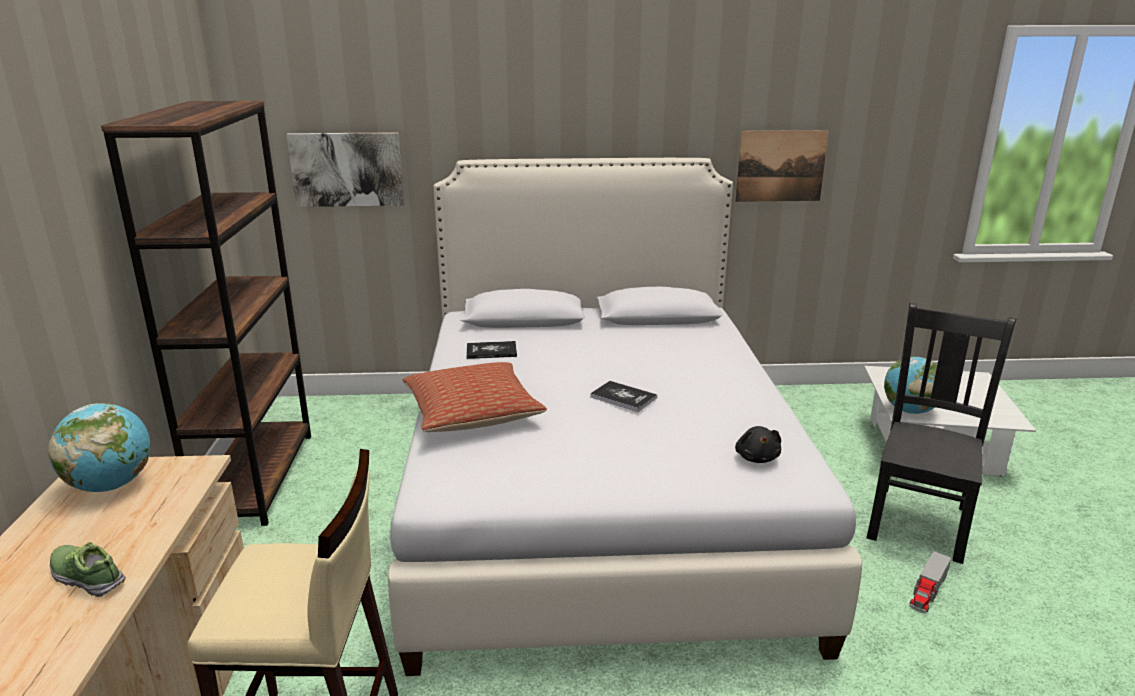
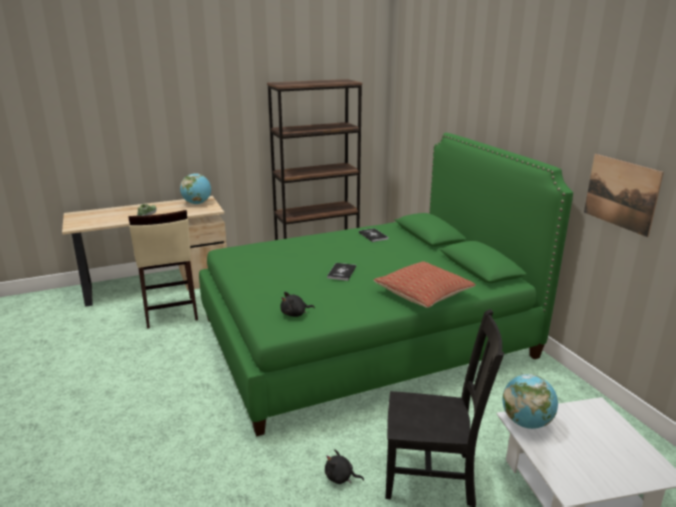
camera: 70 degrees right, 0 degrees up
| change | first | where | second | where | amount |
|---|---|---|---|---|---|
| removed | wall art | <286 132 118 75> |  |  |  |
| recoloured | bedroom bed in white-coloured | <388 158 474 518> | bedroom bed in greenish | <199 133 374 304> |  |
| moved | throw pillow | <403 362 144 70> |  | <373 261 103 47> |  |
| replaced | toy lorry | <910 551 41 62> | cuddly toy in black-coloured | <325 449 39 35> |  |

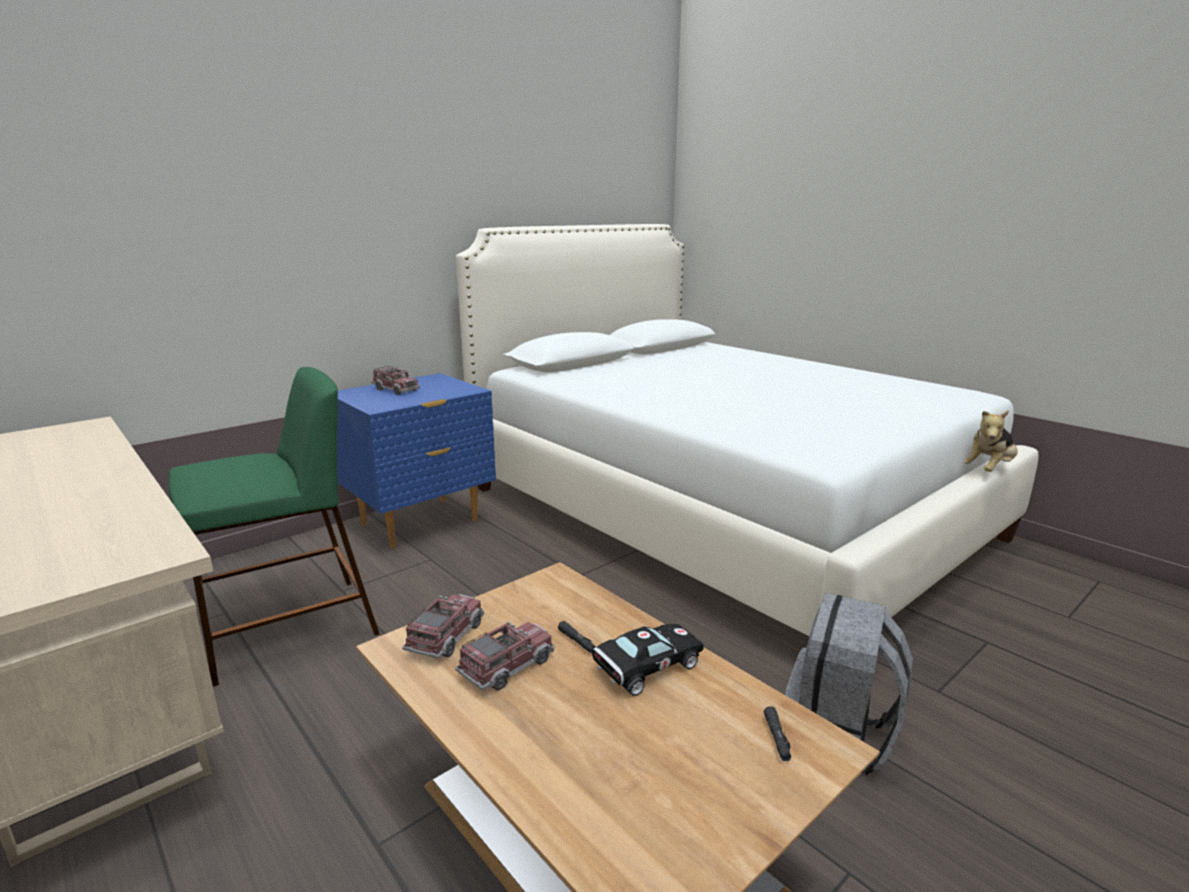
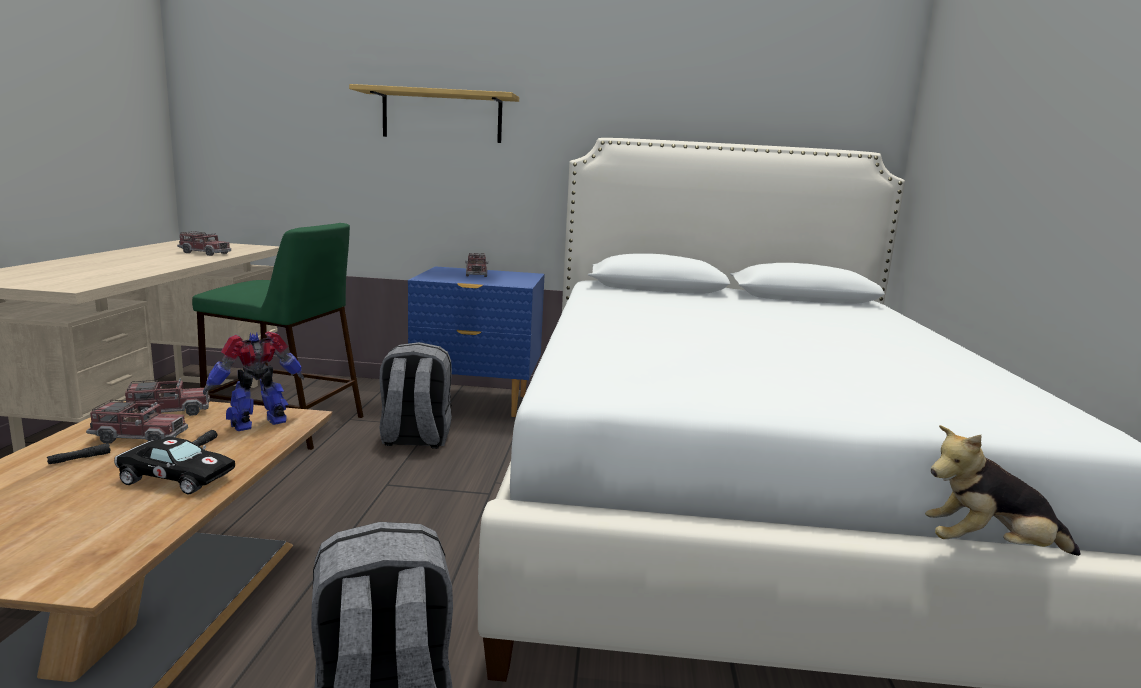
camera: 45 degrees right, 5 degrees down
| change | first | where | second | where | amount |
|---|---|---|---|---|---|
| moved | torch in black-coloured | <764 706 27 55> |  | <47 443 64 21> |  |
| added |  |  | shelf | <349 84 170 59> |  |
| added |  |  | toy lorry | <177 231 54 25> |  |
| added |  |  | toy robot | <203 331 101 100> |  |
| added |  |  | rucksack in gray | <379 342 73 107> |  |

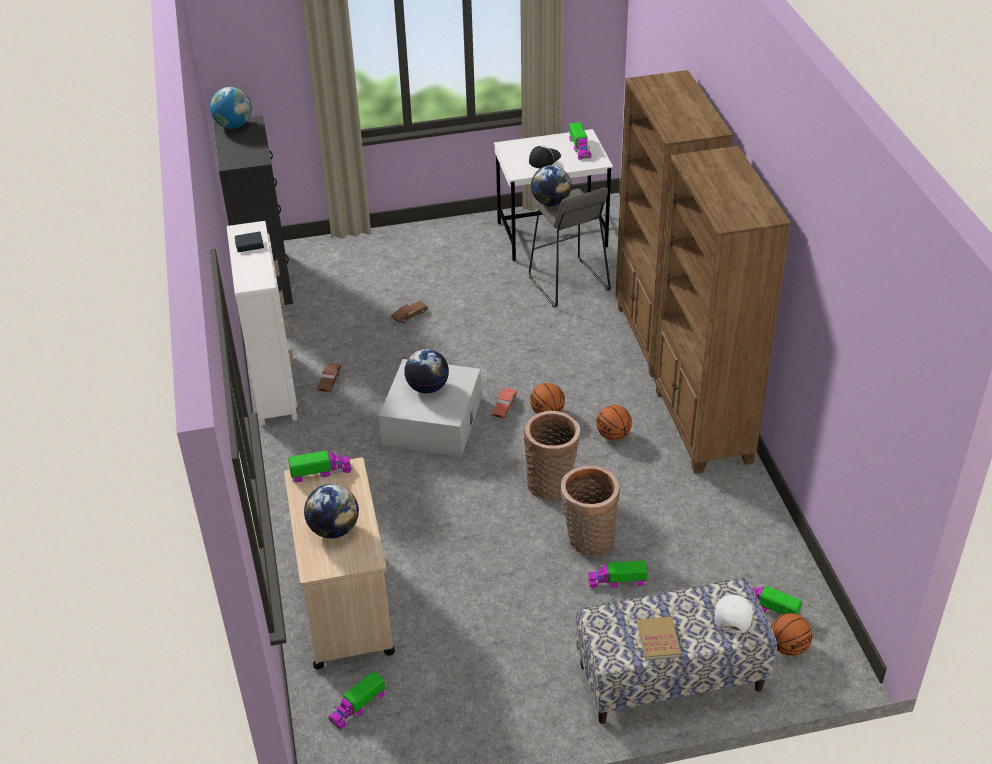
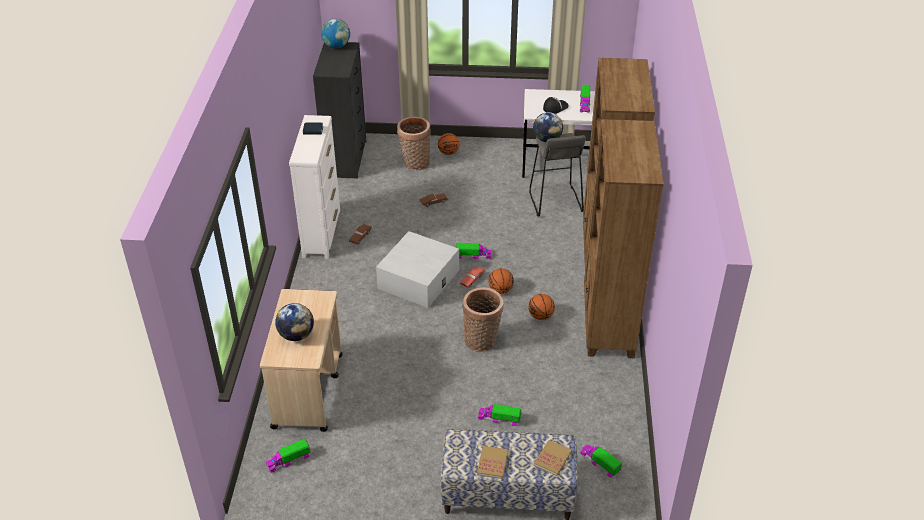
camera: 15 degrees right, 0 degrees up
| change | first | where | second | where | amount |
|---|---|---|---|---|---|
| removed | world globe | <404 349 45 45> |  |  |  |
| moved | toy lorry | <288 451 64 31> |  | <456 243 35 16> |  |
| moved | household basket | <560 465 60 91> |  | <397 117 34 53> |  |
| replaced | cap in white-coloured | <714 595 39 38> | book | <534 440 38 36> |  |
| moved | basketball | <771 613 41 43> |  | <438 133 21 22> |  |

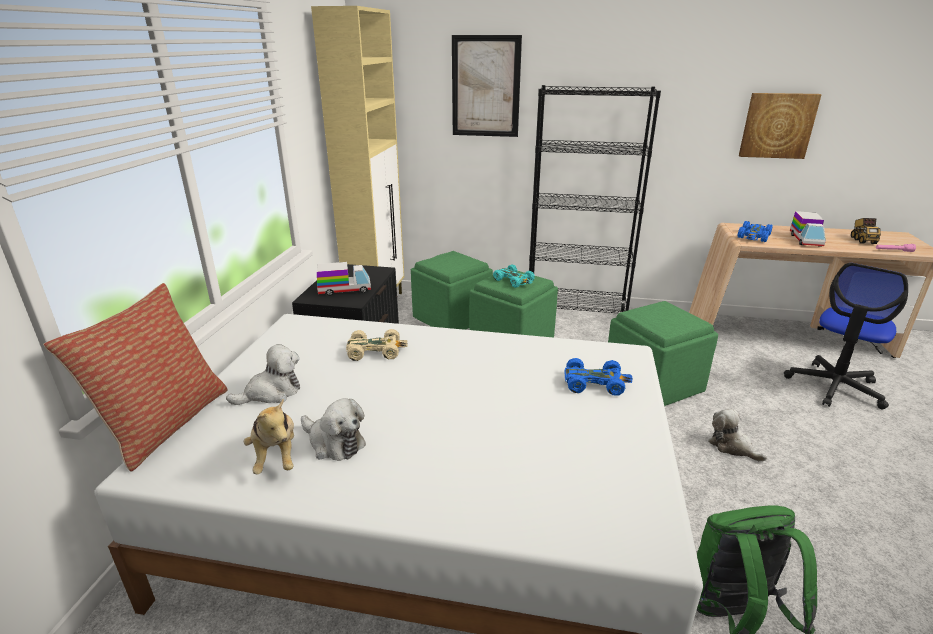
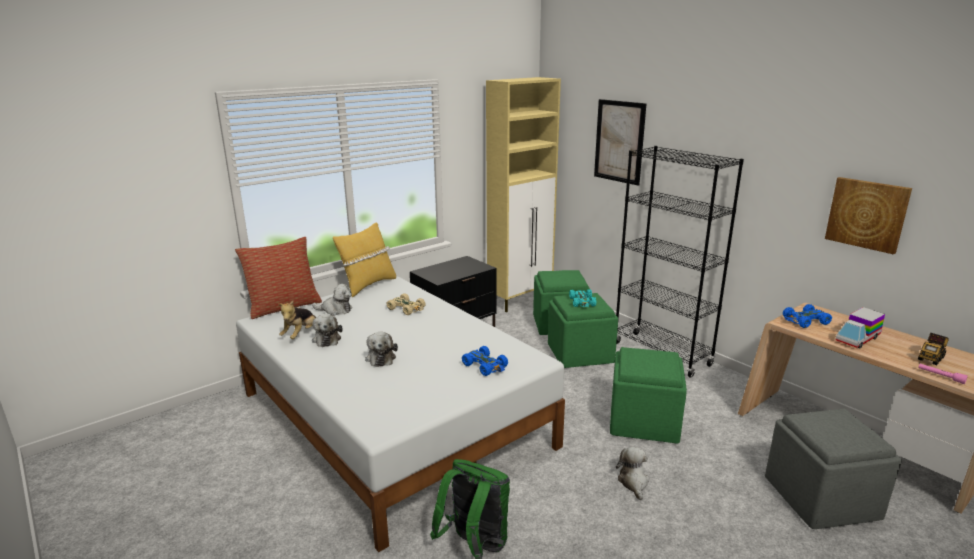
camera: 40 degrees right, 5 degrees down
| change | first | where | second | where | amount |
|---|---|---|---|---|---|
| removed | toy lorry | <317 262 54 34> |  |  |  |
| replaced | computer chair | <784 263 124 146> | footrest in gray | <765 408 137 121> |  |
| added |  |  | throw pillow in yellow | <333 222 63 75> |  |
| added |  |  | cuddly toy | <365 332 33 35> |  |

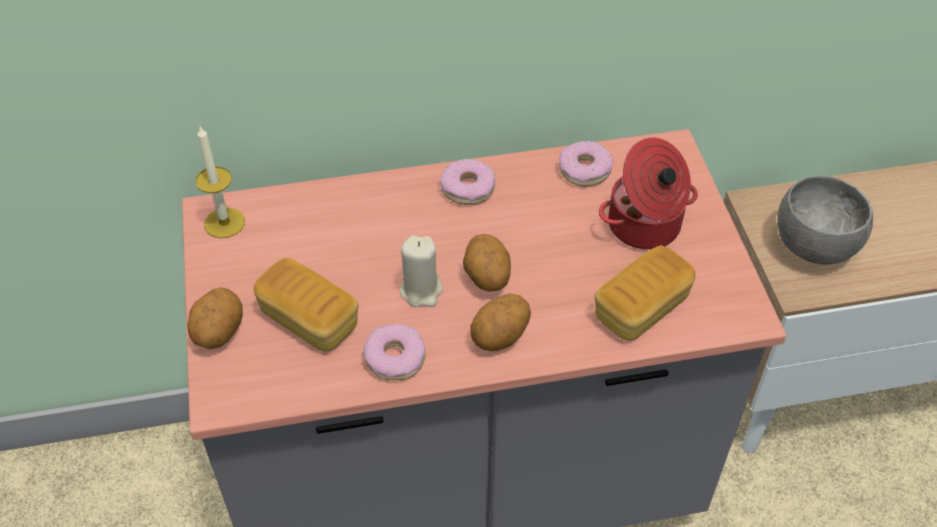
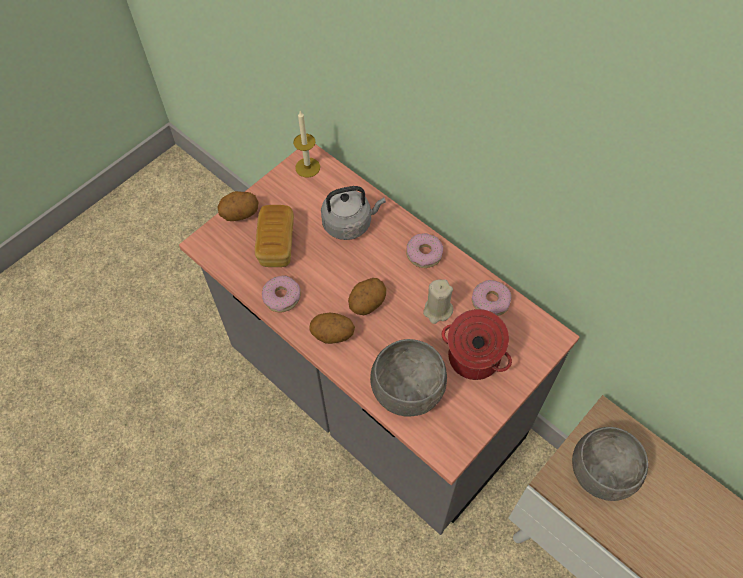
camera: 55 degrees right, 10 degrees up
| change | first | where | second | where | amount |
|---|---|---|---|---|---|
| moved | wax light in sand-coloured | <400 236 43 71> |  | <423 279 31 45> |  |
| replaced | bread | <595 245 101 96> | bowl in gray | <370 339 77 78> |  |
| added |  |  | tea kettle in gray | <321 186 65 54> |  |

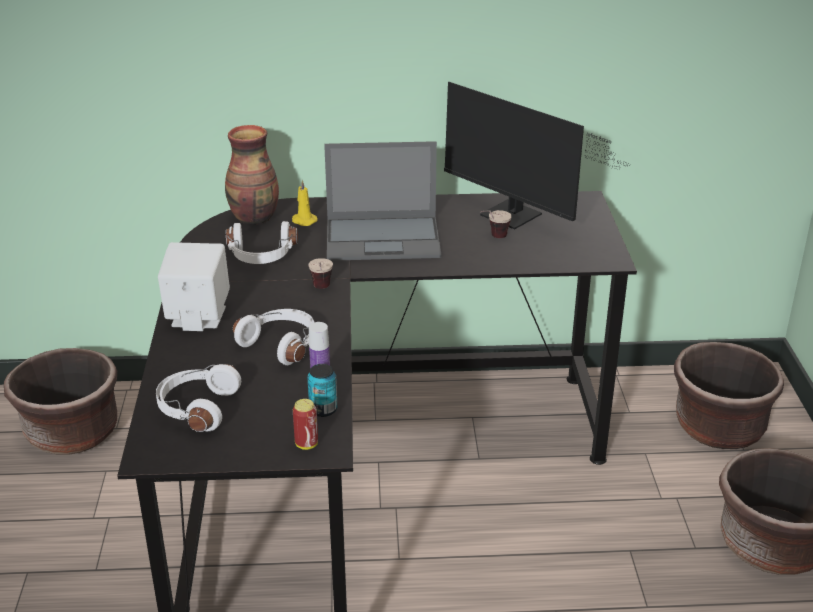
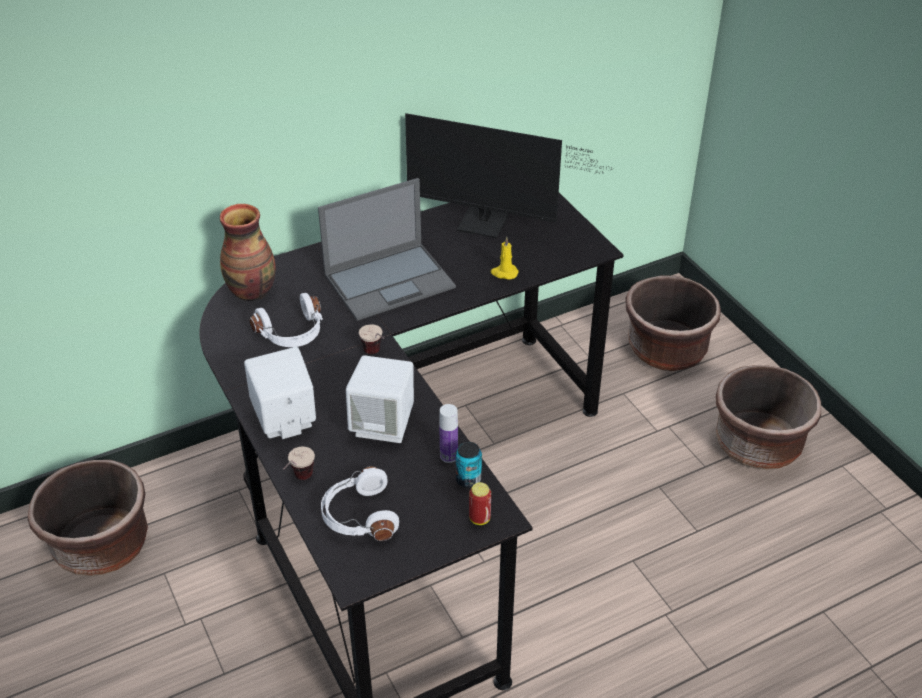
camera: 25 degrees left, 10 degrees up
| change | first | where | second | where | amount |
|---|---|---|---|---|---|
| moved | wax light in yellow | <292 180 26 46> |  | <491 237 28 43> |  |
| moved | cup | <480 210 32 28> |  | <283 447 32 33> |  |
| replaced | pair of headphones in white-coloured | <233 309 81 56> | loudspeaker in white-coloured | <346 355 68 88> |  |

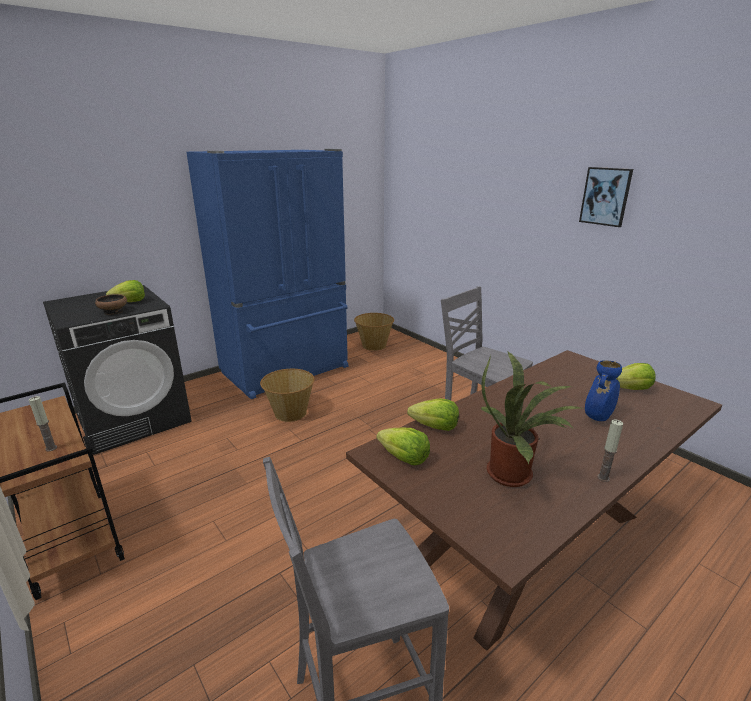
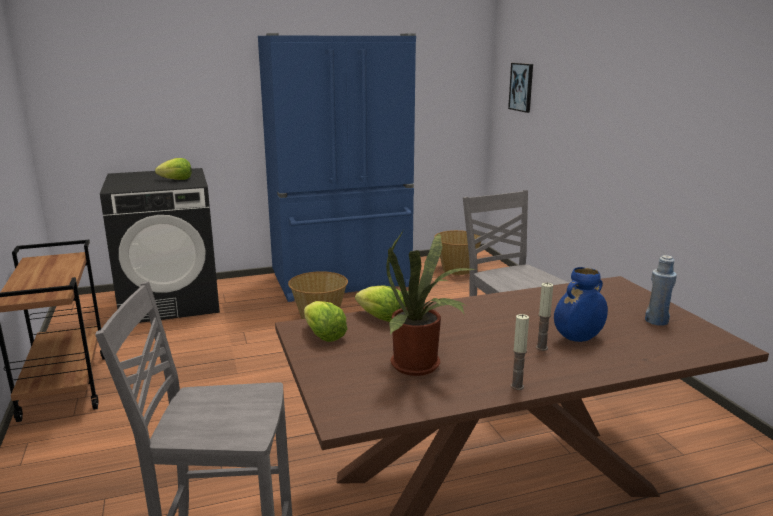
camera: 20 degrees right, 5 degrees down
| change | first | where | second | where | amount |
|---|---|---|---|---|---|
| moved | wall art | <579 167 54 60> |  | <508 63 25 50> |  |
| removed | bowl | <95 294 32 21> |  |  |  |
| replaced | lettuce head | <616 363 40 27> | beverage bottle in bluish | <645 255 32 71> |  |
| moved | wax light | <29 396 28 55> |  | <536 283 17 68> |  |

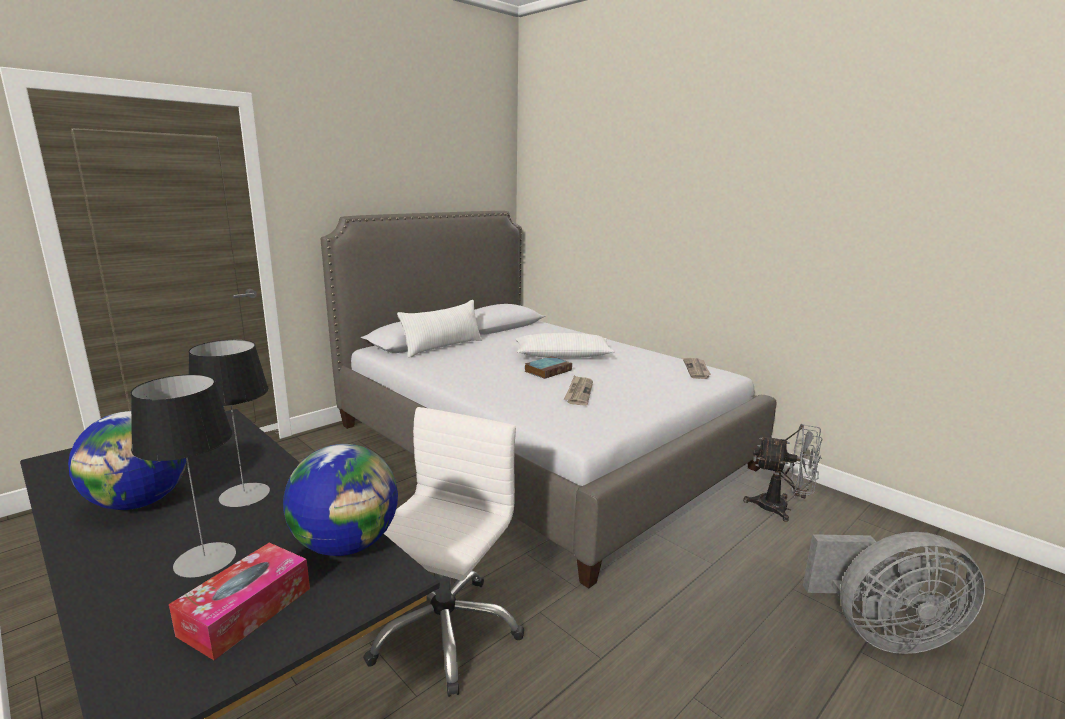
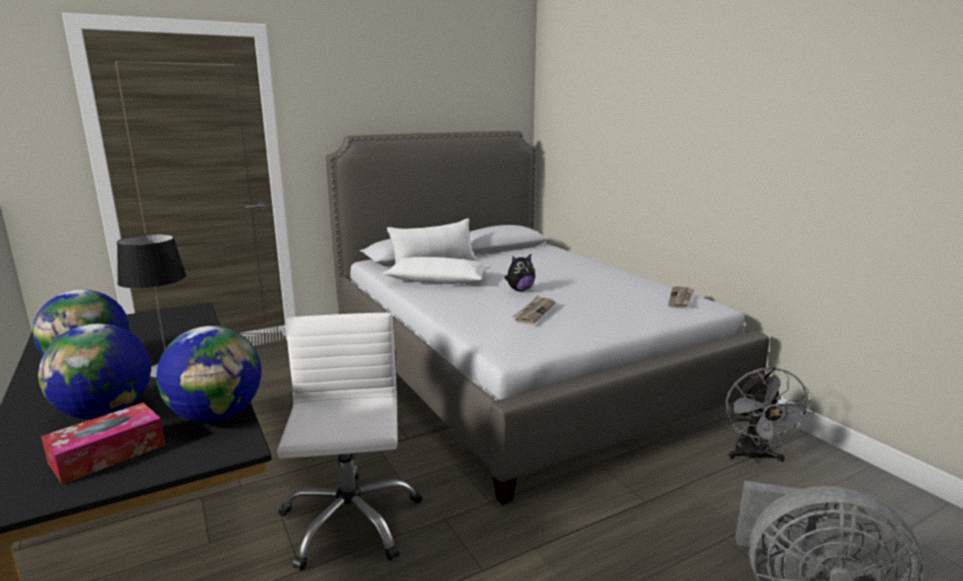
camera: 15 degrees right, 0 degrees up
| change | first | where | second | where | amount |
|---|---|---|---|---|---|
| moved | throw pillow in white-coloured | <515 333 100 25> |  | <382 257 109 27> |  |
| replaced | book | <524 356 48 23> | cuddly toy | <504 253 31 38> |  |
| replaced | tabletop lamp | <131 374 105 204> | world globe | <38 323 113 96> |  |
| turned | computer chair in white-coloured | <363 407 161 290> |  | <277 313 145 258> | 45 degrees counterclockwise |
| turned | fan in gray | <743 424 79 98> |  | <726 367 89 96> | 60 degrees clockwise |

